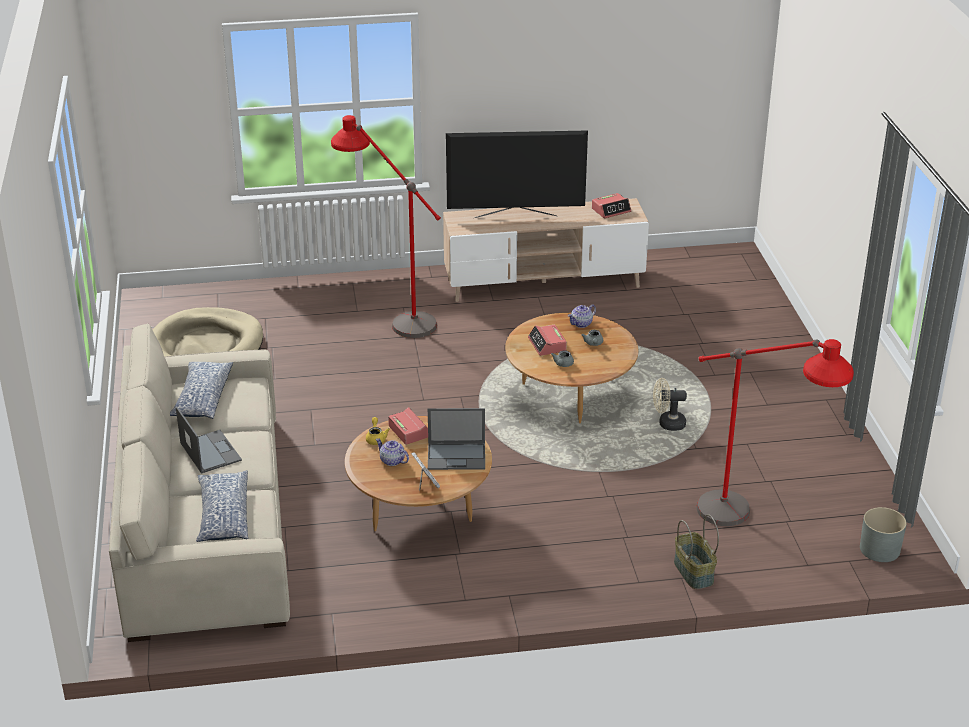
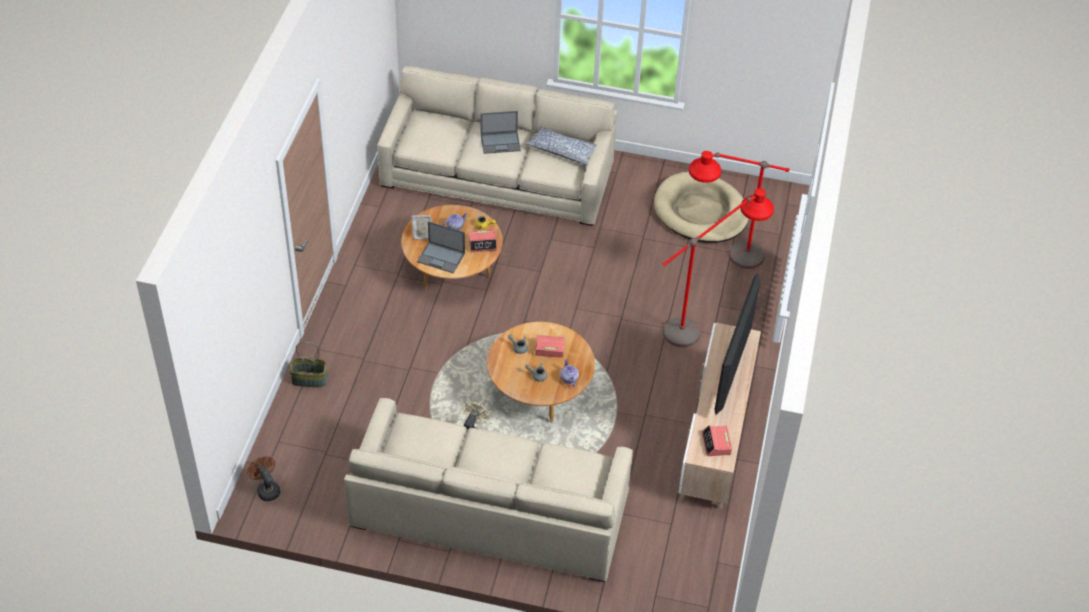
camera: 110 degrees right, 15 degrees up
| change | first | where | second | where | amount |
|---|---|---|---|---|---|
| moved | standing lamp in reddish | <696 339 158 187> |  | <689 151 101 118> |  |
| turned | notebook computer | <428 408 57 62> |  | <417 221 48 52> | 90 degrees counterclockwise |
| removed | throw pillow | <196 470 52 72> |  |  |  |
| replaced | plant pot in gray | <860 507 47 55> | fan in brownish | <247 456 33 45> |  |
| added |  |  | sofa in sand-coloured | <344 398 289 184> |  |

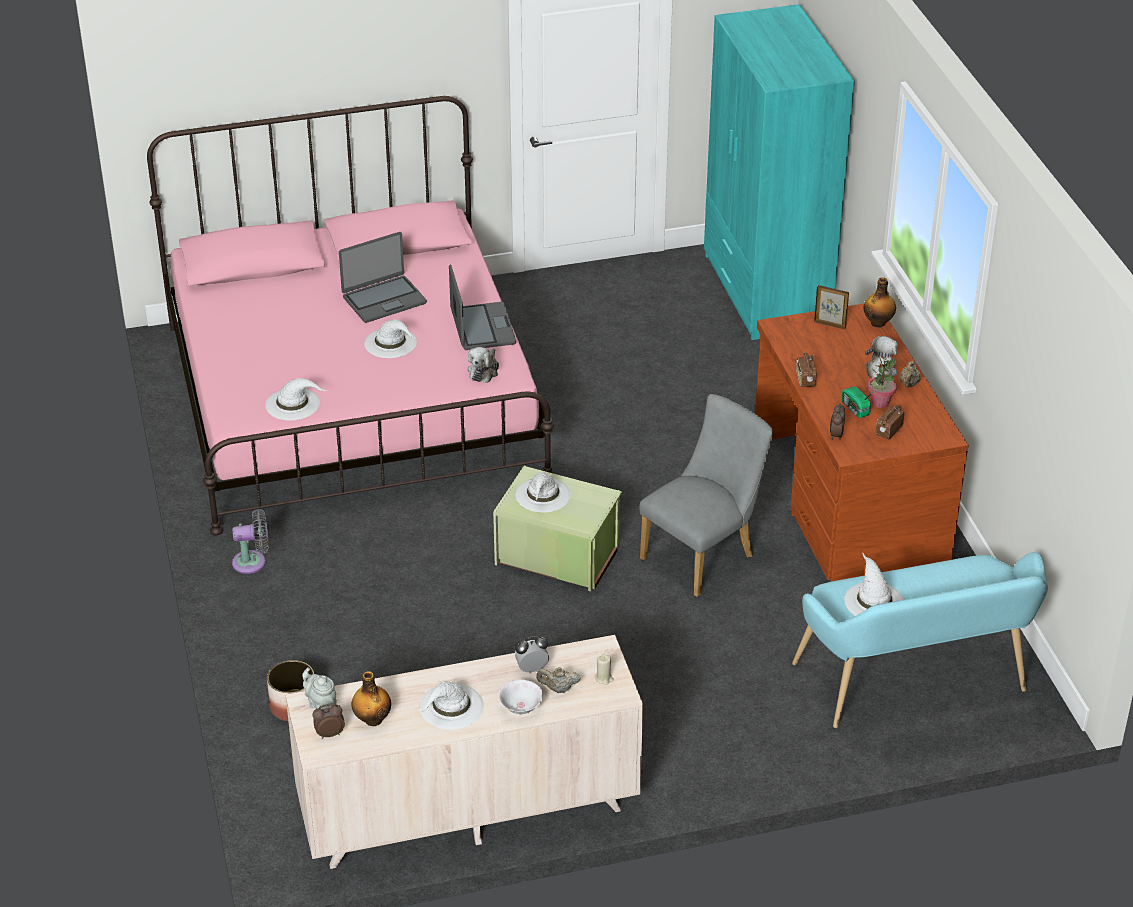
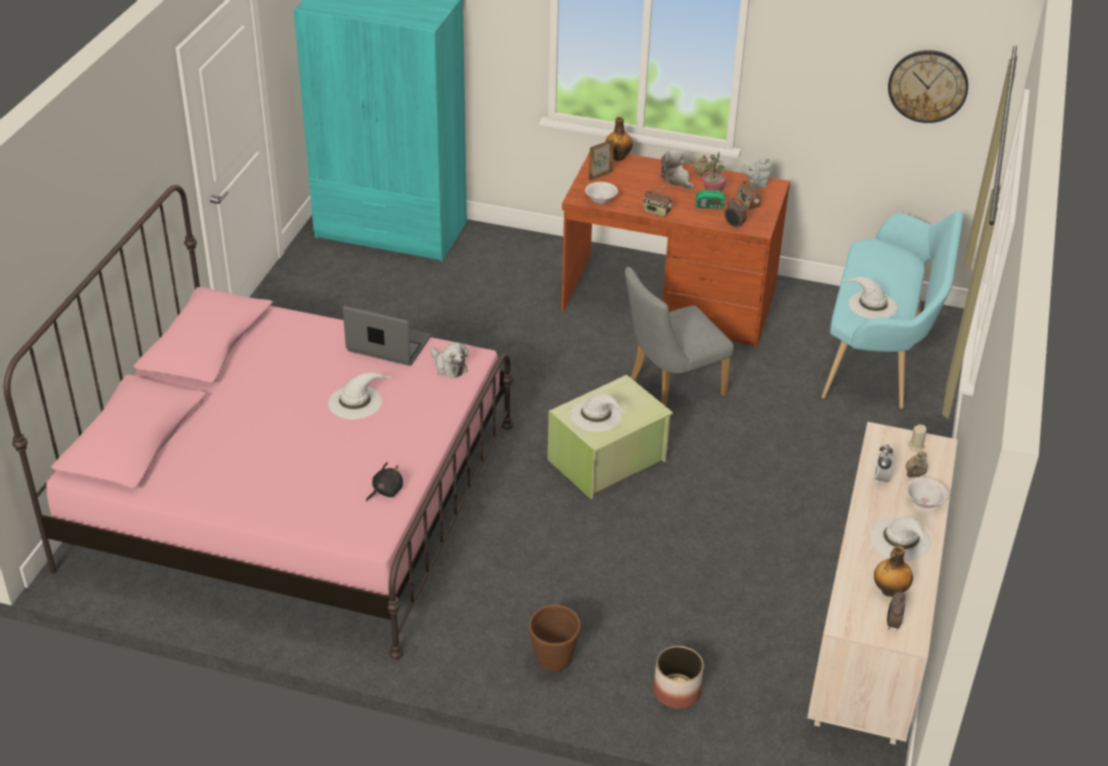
camera: 60 degrees left, 0 degrees up
| change | first | where | second | where | amount |
|---|---|---|---|---|---|
| removed | notebook computer | <339 232 88 91> |  |  |  |
| replaced | hat in white-coloured | <265 378 62 43> | cuddly toy in black-coloured | <366 462 37 40> |  |
| turned | plain chair in gray | <639 394 134 203> |  | <625 267 109 139> | 105 degrees counterclockwise |
| removed | fan in gray | <232 509 37 65> |  |  |  |
| moved | tea pot in gray | <302 668 35 42> |  | <742 158 30 31> |  |
| added |  |  | hanging clock | <888 50 80 73> |  |
| added |  |  | bowl in white-coloured | <585 182 33 22> |  |
| added |  |  | plant pot in brownish | <529 604 52 68> |  |

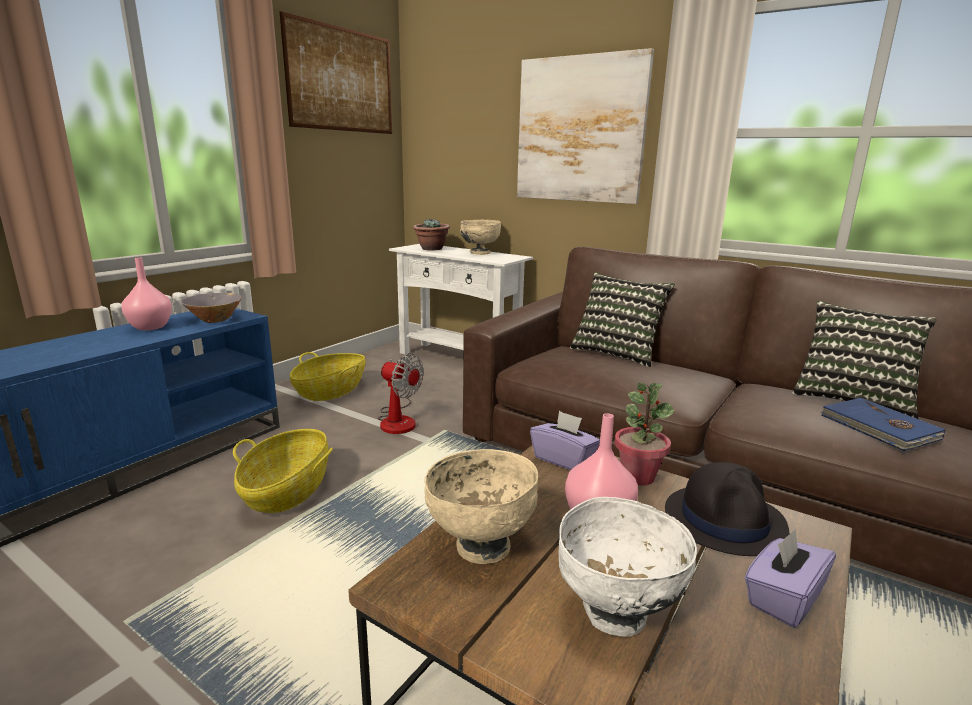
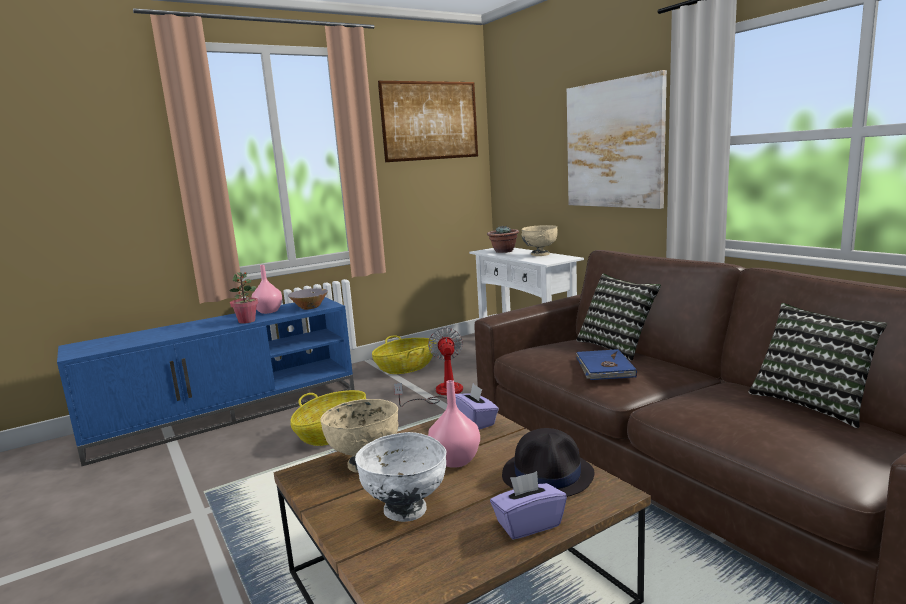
camera: 25 degrees right, 5 degrees down
| change | first | where | second | where | amount |
|---|---|---|---|---|---|
| turned | fan | <378 354 46 80> |  | <394 327 69 80> | 150 degrees counterclockwise |
| moved | potted plant | <615 383 59 103> |  | <229 272 29 52> |  |
| moved | book in bluish | <820 398 125 53> |  | <576 349 61 31> |  |

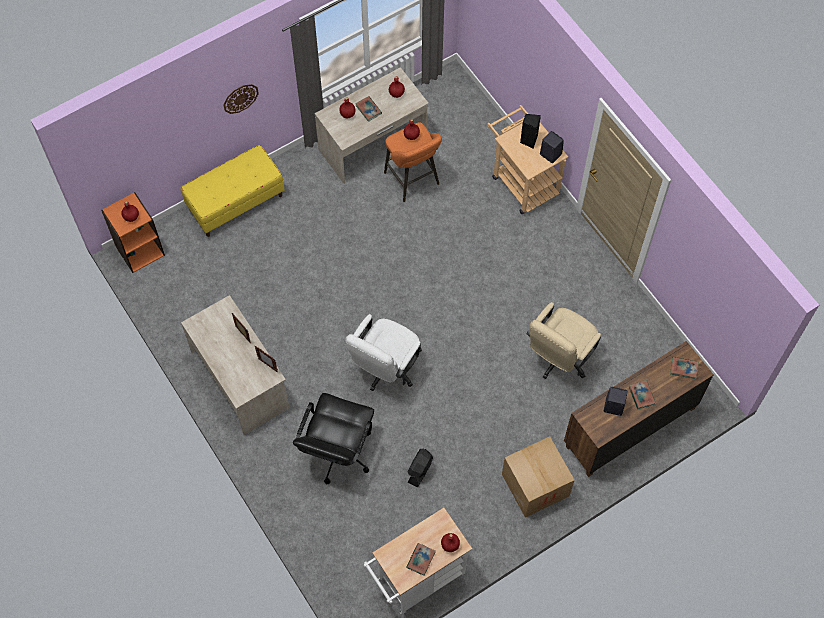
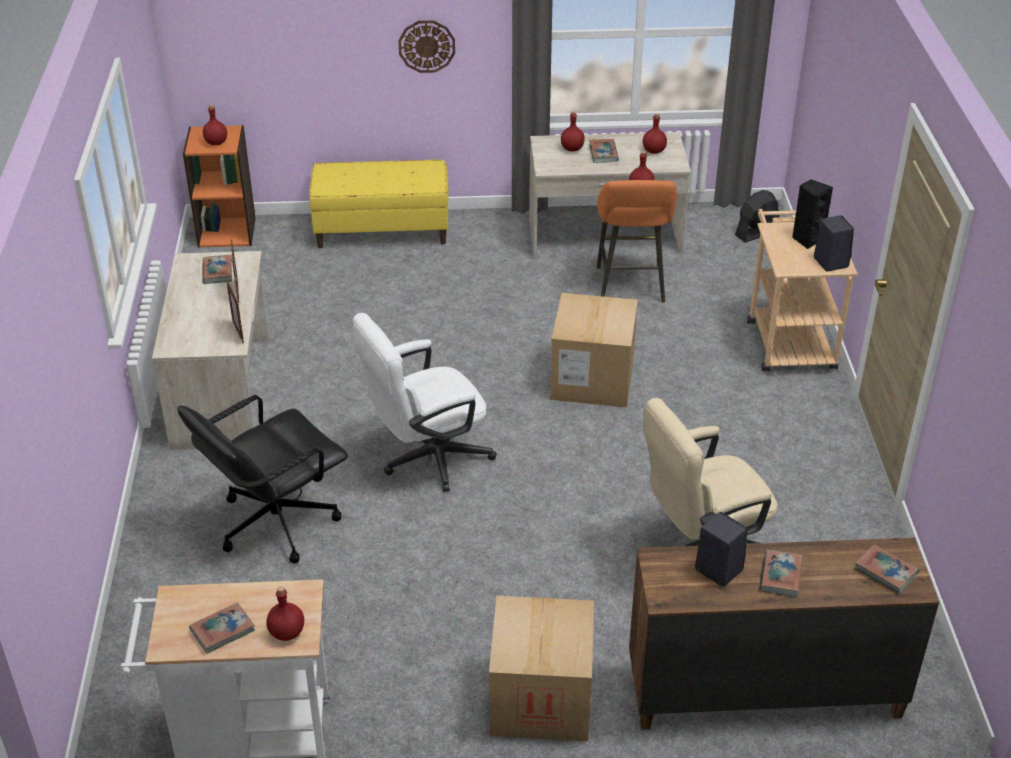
camera: 30 degrees right, 25 degrees down
| change | first | where | second | where | amount |
|---|---|---|---|---|---|
| moved | fan in black-coloured | <408 449 25 38> |  | <735 190 45 53> |  |
| added |  |  | book | <203 255 29 29> |  |
| added |  |  | packing box | <550 293 88 115> |  |

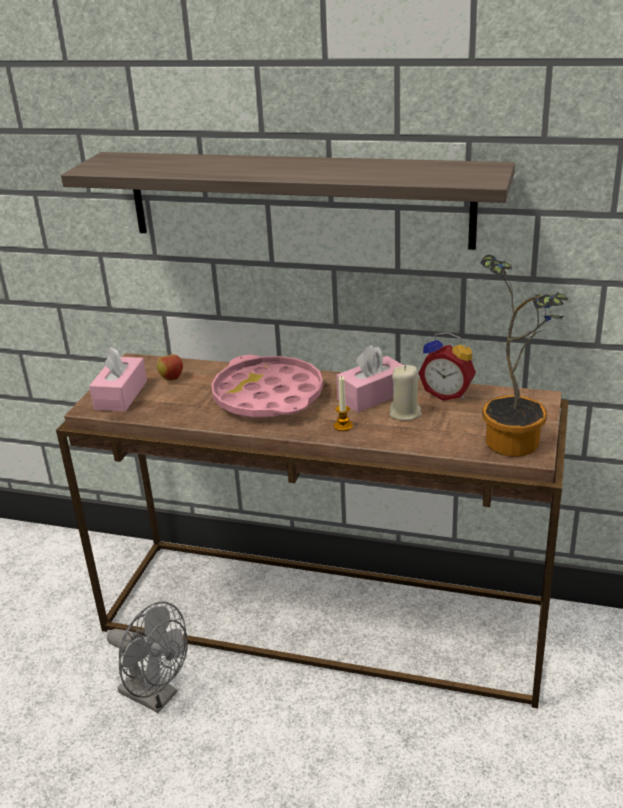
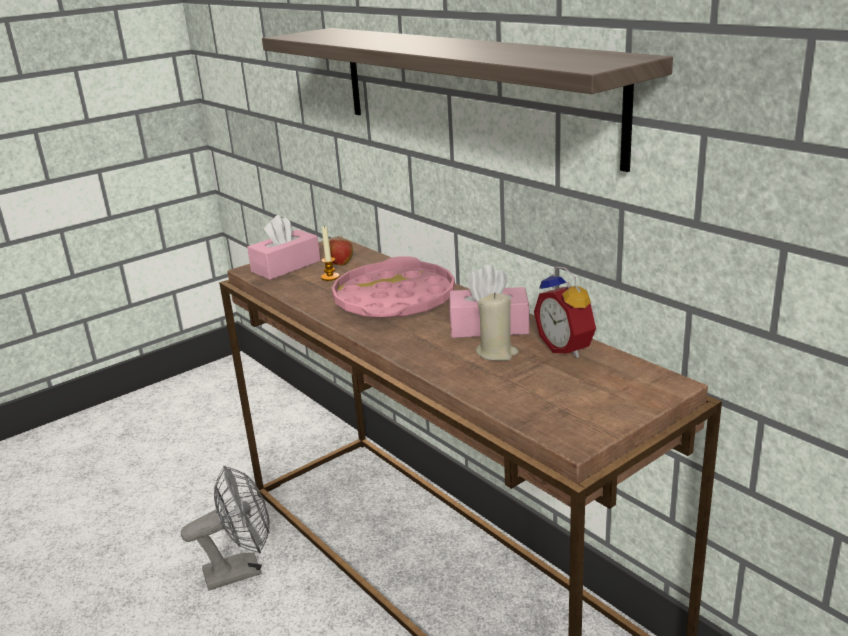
camera: 35 degrees right, 5 degrees down
| change | first | where | second | where | amount |
|---|---|---|---|---|---|
| removed | potted plant | <480 255 88 202> |  |  |  |
| moved | wax light | <334 376 19 55> |  | <321 226 19 55> |  |
| turned | fan in gray | <107 602 81 111> |  | <181 466 89 125> | 90 degrees counterclockwise |

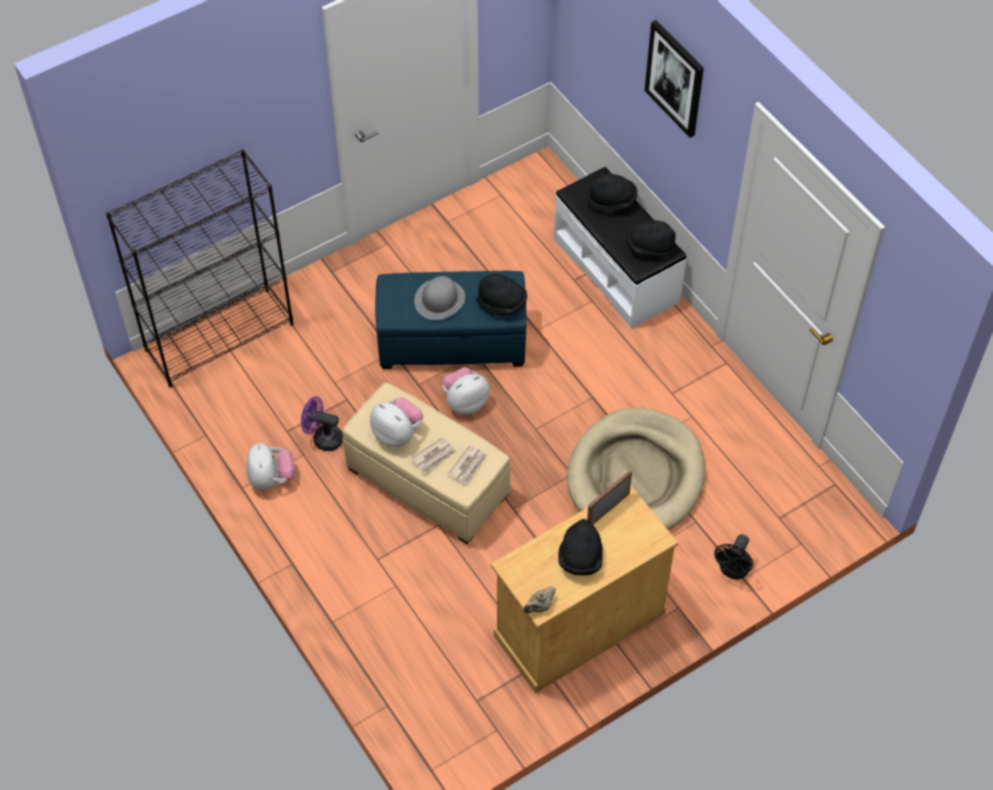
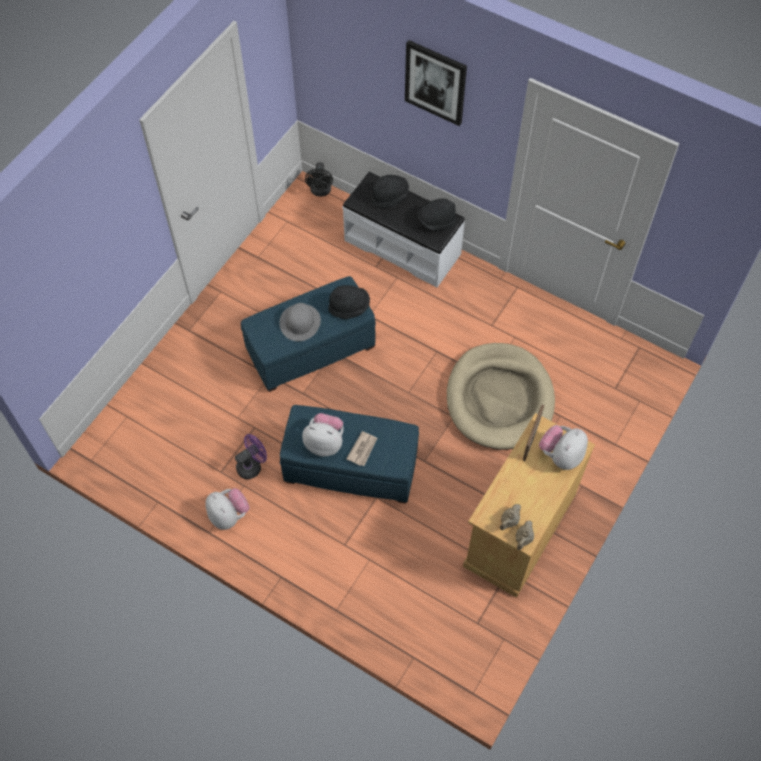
camera: 25 degrees left, 5 degrees up
| change | first | where | second | where | amount |
|---|---|---|---|---|---|
| removed | bookcase in black-coloured | <106 149 188 238> |  |  |  |
| moved | cuddly toy | <441 367 49 48> |  | <539 425 49 45> |  |
| recoloured | footrest in sand-coloured | <342 383 168 161> | footrest in bluish | <280 405 139 99> |  |
| turned | fan in purple | <301 396 42 55> |  | <235 434 32 45> | 150 degrees clockwise |
| removed | printed paper | <447 445 40 39> |  |  |  |
| removed | hat in black-coloured | <558 519 45 57> |  |  |  |
| moved | fan in black-coloured | <714 534 39 45> |  | <305 162 28 35> |  |
| added |  |  | tea pot in sand-coloured | <500 504 21 26> |  |

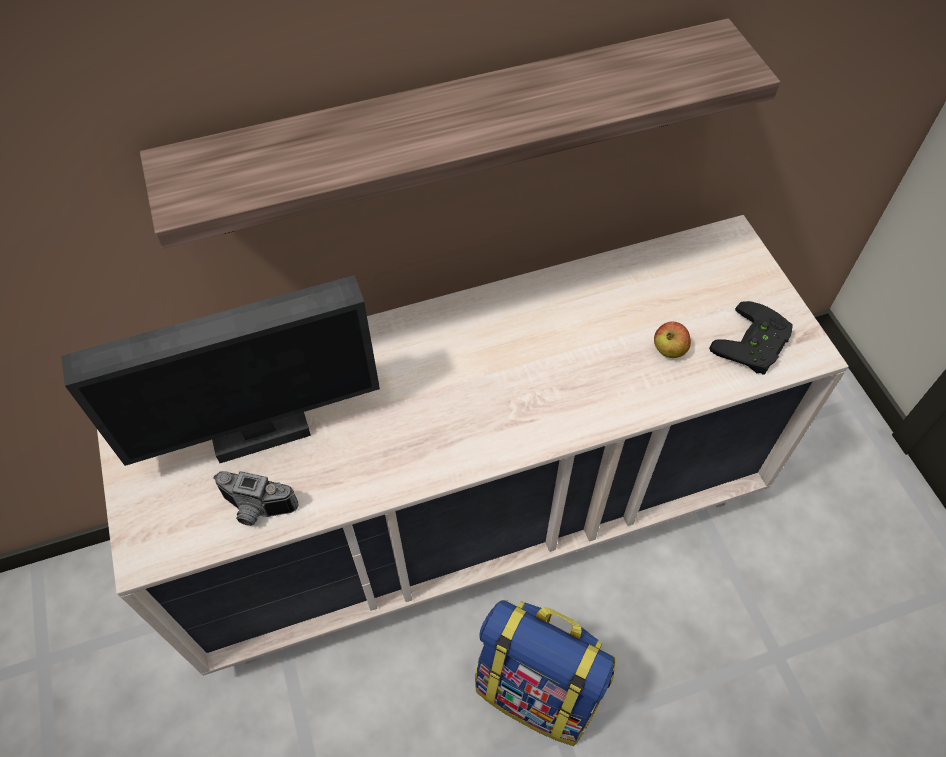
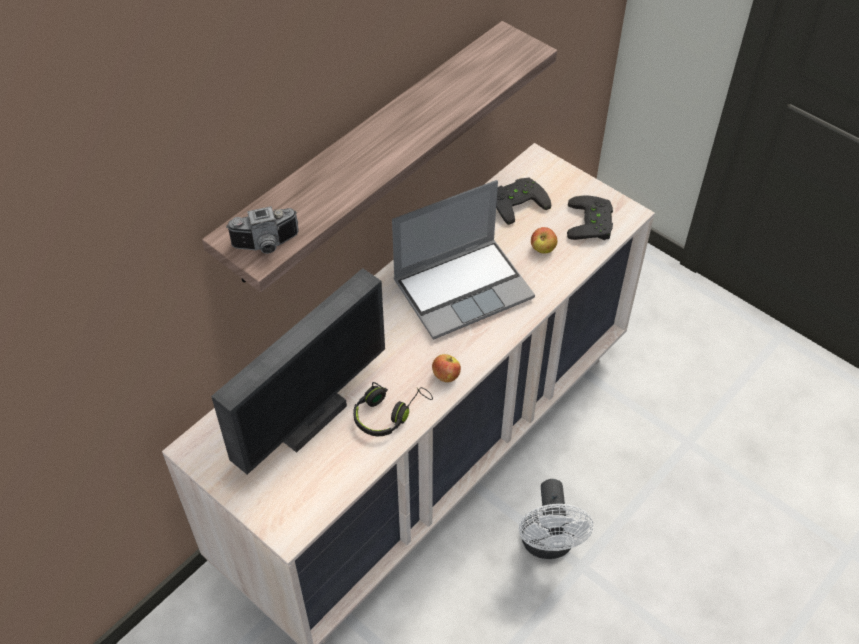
camera: 30 degrees left, 5 degrees down
| change | first | where | second | where | amount |
|---|---|---|---|---|---|
| moved | still camera | <213 471 86 55> |  | <226 206 73 48> |  |
| replaced | rucksack | <475 600 141 146> | fan in white-coloured | <519 479 74 80> |  |
| added |  |  | game controller in black-coloured | <496 178 55 47> |  |
| added |  |  | notebook computer | <392 180 143 160> |  |
| added |  |  | whole apple | <432 354 29 28> |  |
| added |  |  | pair of headphones in black-coloured | <353 382 80 54> |  |

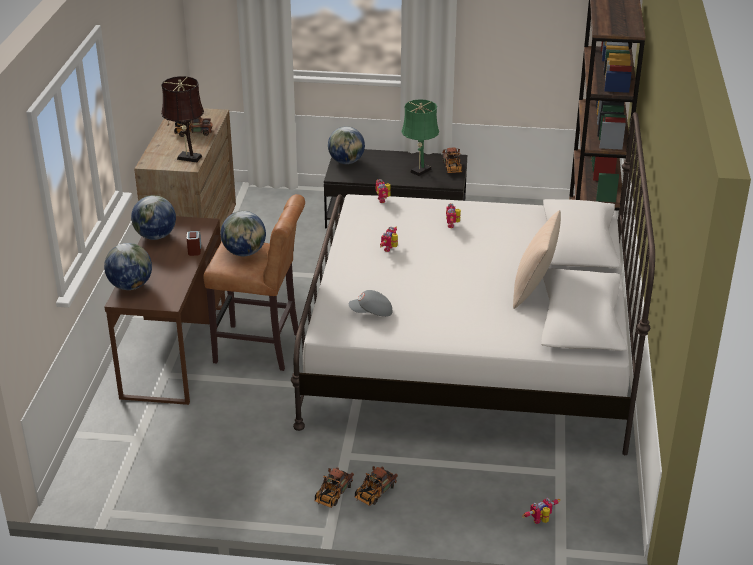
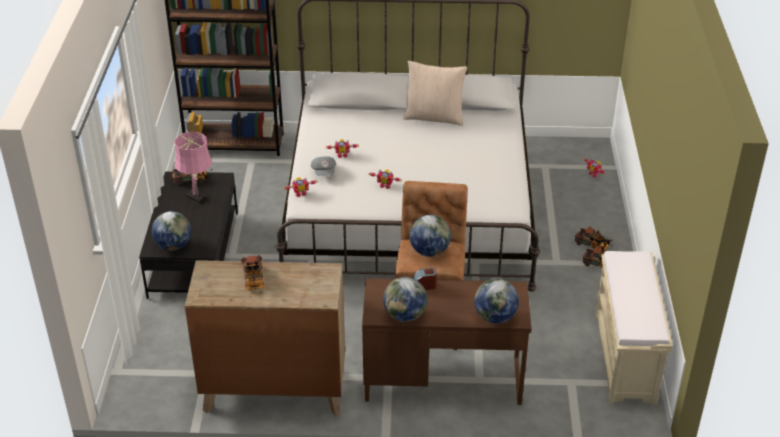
camera: 95 degrees left, 5 degrees up
| change | first | where | second | where | amount |
|---|---|---|---|---|---|
| removed | tabletop lamp in brownish | <161 76 43 86> |  |  |  |
| recoloured | tabletop lamp in greenish | <401 99 38 77> | tabletop lamp in pink-coloured | <174 132 38 72> |  |
| moved | cap in gray | <349 290 43 27> |  | <311 156 25 20> |  |
| added |  |  | bench in sand-coloured | <595 251 78 154> |  |

